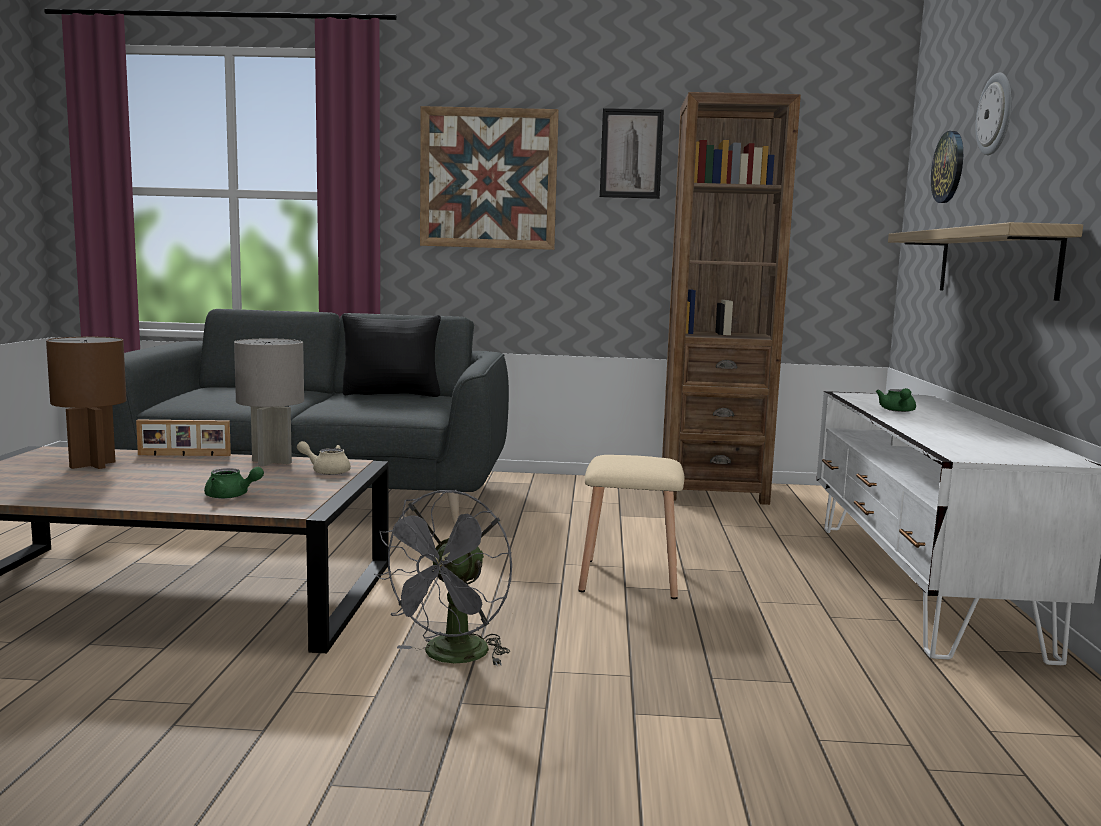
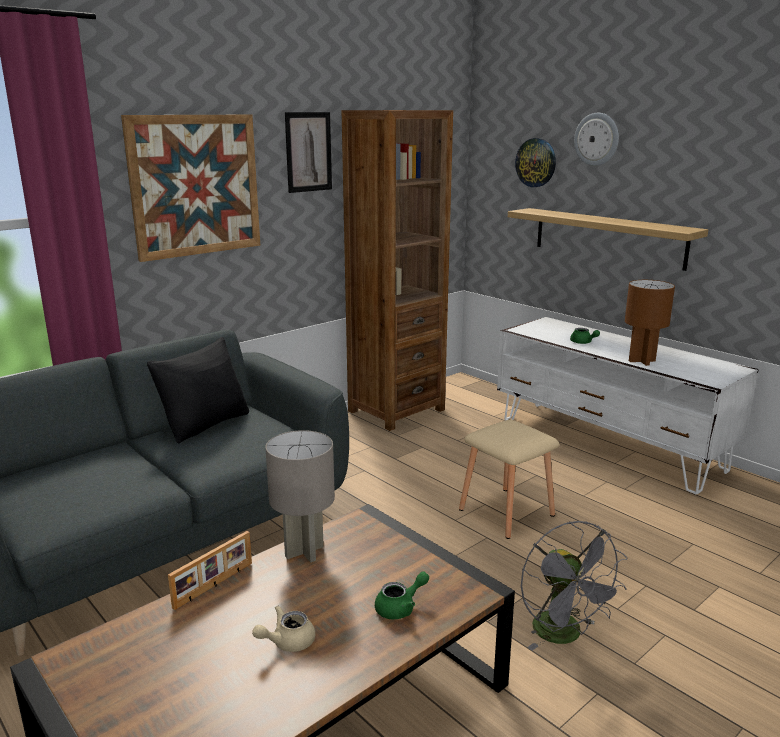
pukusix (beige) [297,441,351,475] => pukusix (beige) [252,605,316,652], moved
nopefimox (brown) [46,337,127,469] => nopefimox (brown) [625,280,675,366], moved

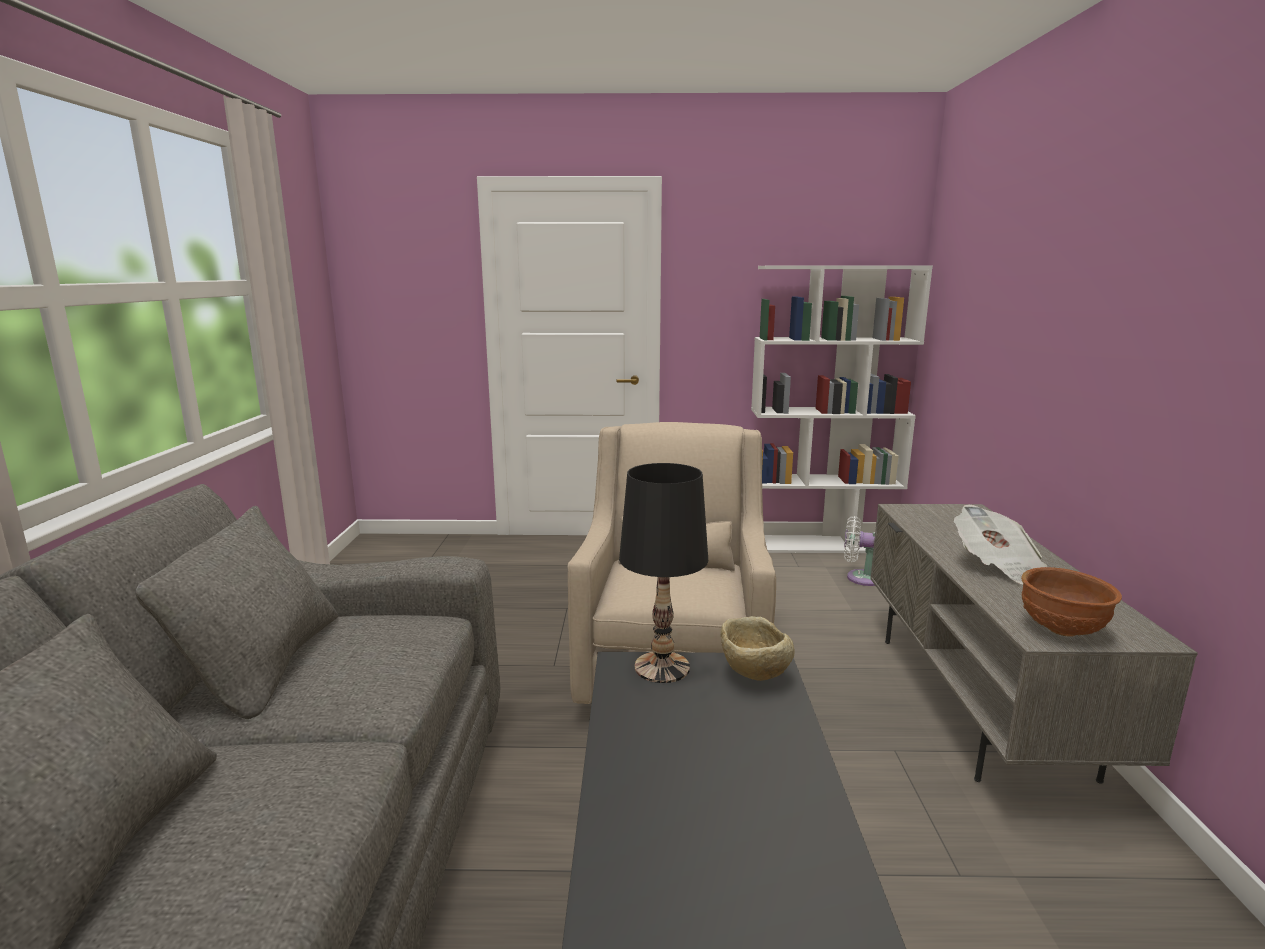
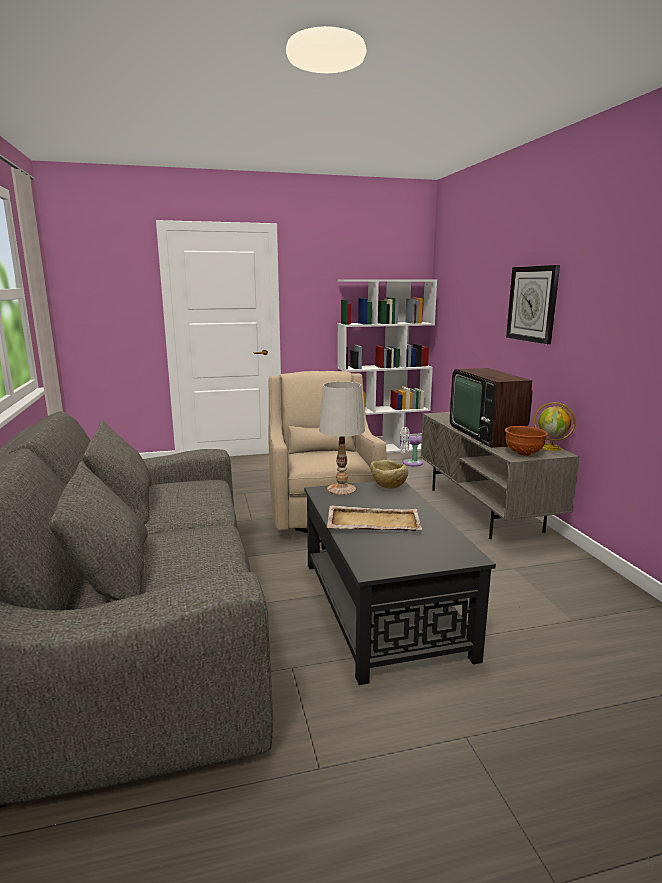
nopefimox (black) [619,463,708,683] => nopefimox (white) [319,382,365,495]
nothing => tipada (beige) [326,505,422,531]
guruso [954,505,1048,584] => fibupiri [450,368,533,448]
nothing => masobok [506,265,560,344]
nothing => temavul [534,402,576,451]

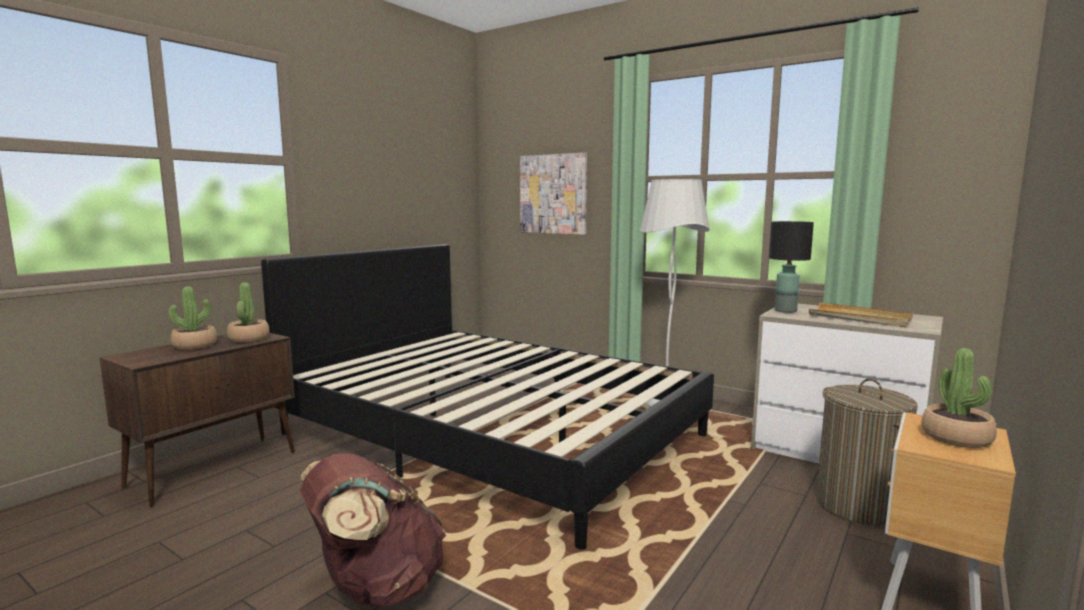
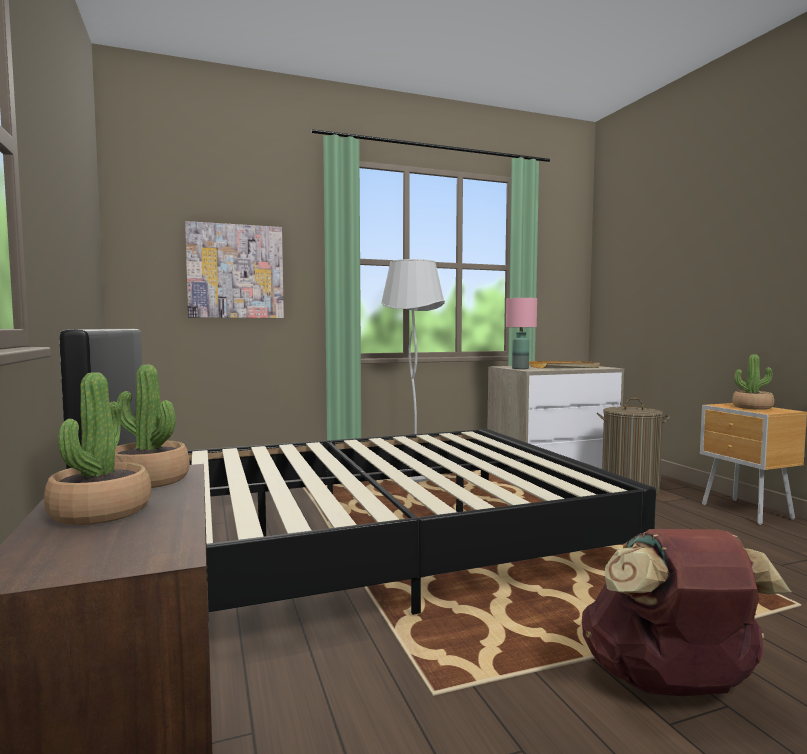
nopefimox (black) [769,221,814,313] => nopefimox (pink) [506,298,537,369]

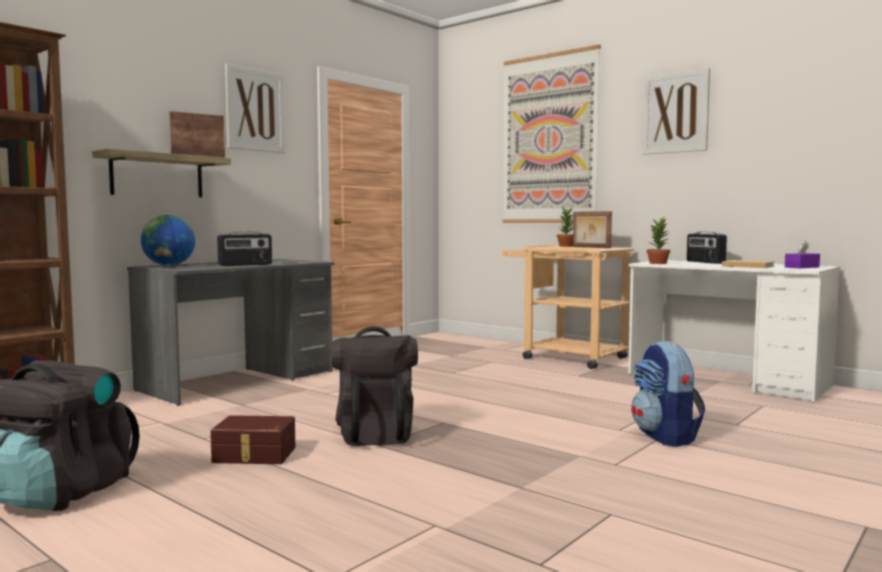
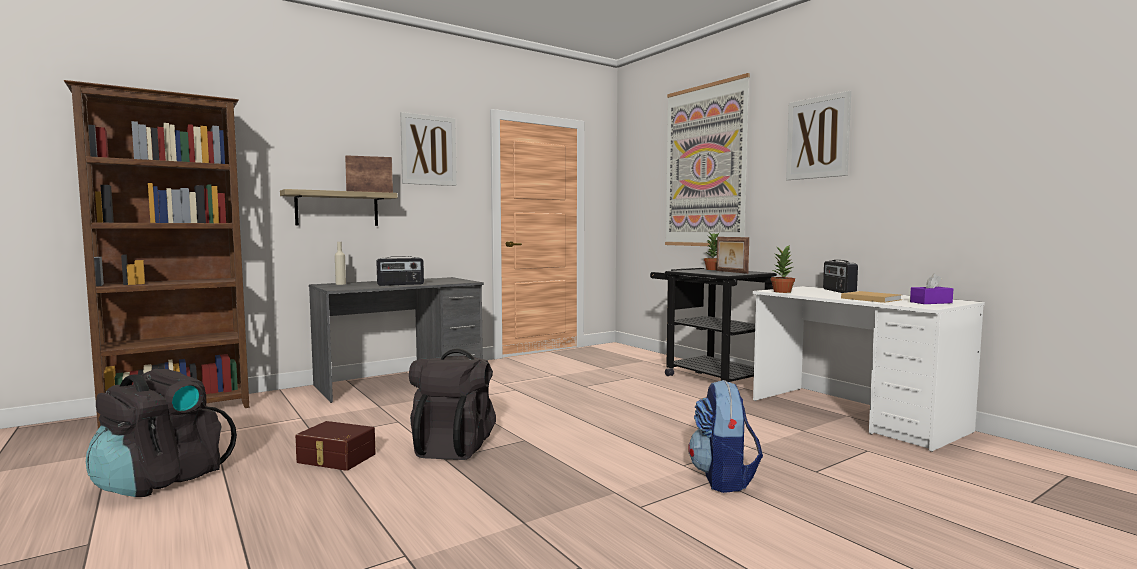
temavul [141,215,195,266] => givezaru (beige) [335,242,346,285]
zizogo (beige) [502,245,634,369] => zizogo (black) [650,268,777,382]

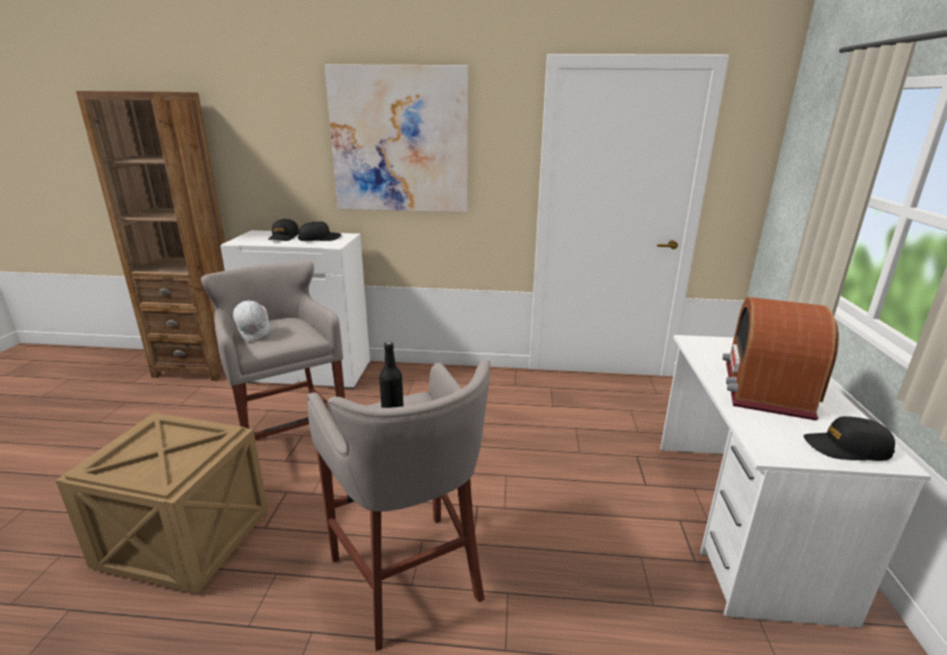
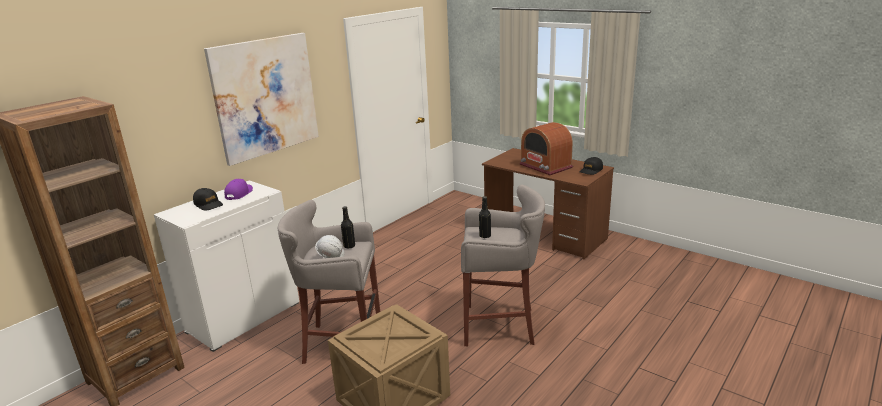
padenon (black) [298,221,341,241] => padenon (purple) [224,179,253,200]
nothing => givezaru (black) [341,206,355,248]
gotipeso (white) [660,335,931,628] => gotipeso (brown) [482,148,614,259]

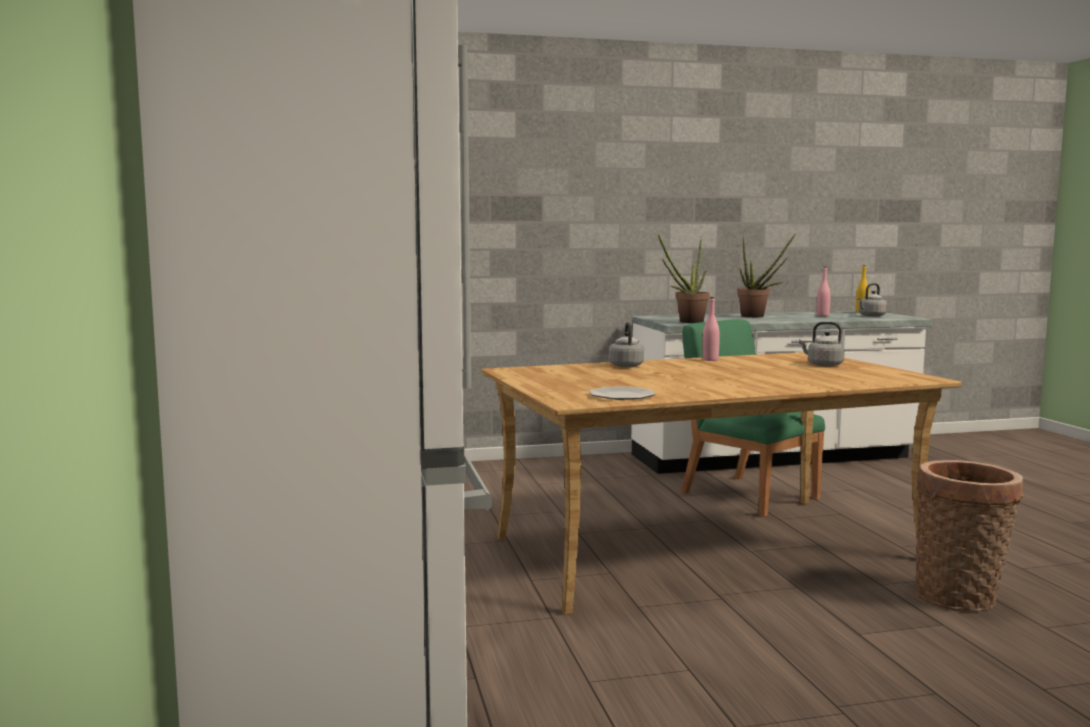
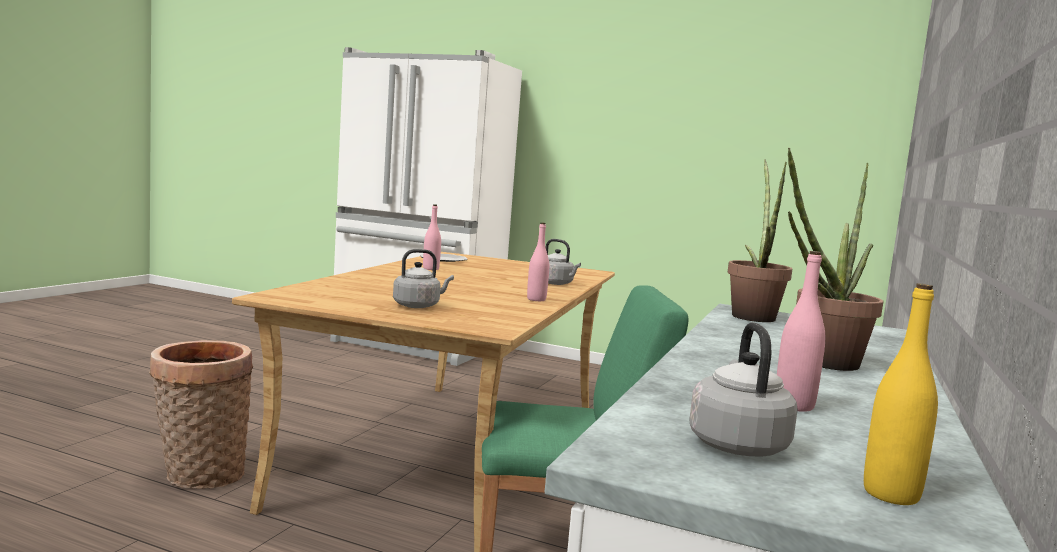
nothing => givezaru (pink) [423,204,441,270]

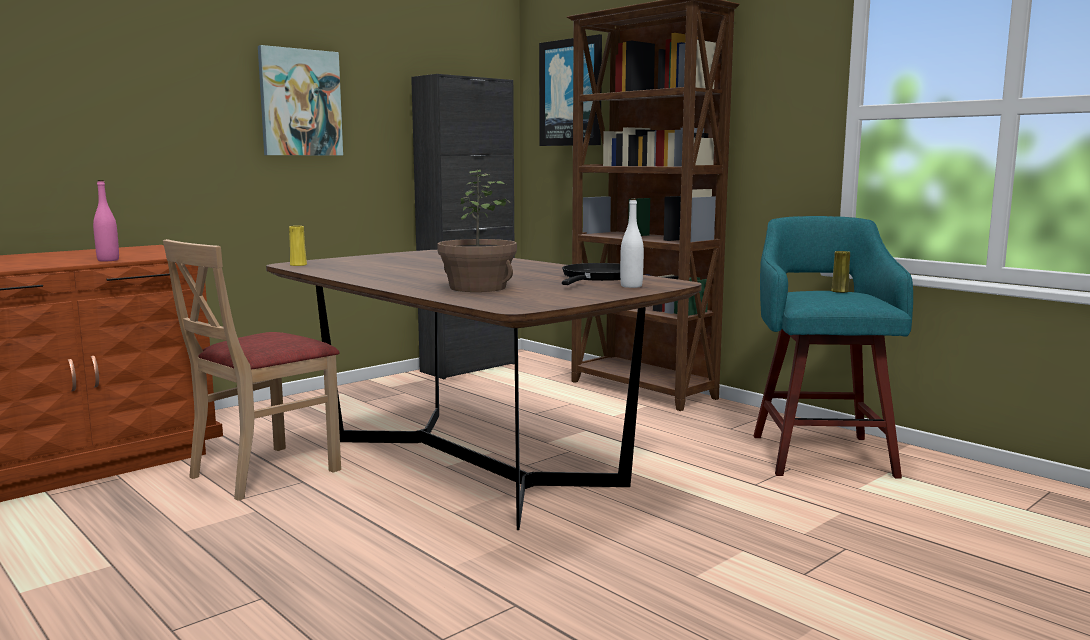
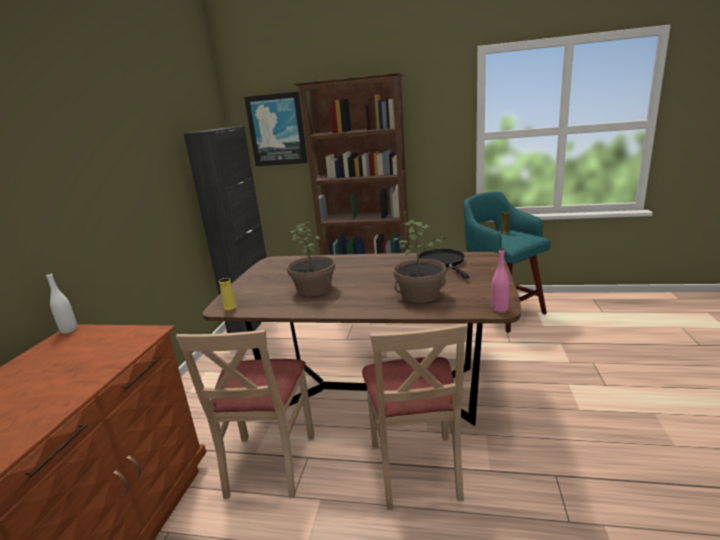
givezaru (white) [620,198,644,288] => givezaru (white) [46,272,77,334], moved
nothing => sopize [287,222,335,297]
nothing => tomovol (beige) [362,323,468,510]
givezaru (pink) [93,180,119,261] => givezaru (pink) [491,248,510,313], moved
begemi [258,45,343,155] => nothing

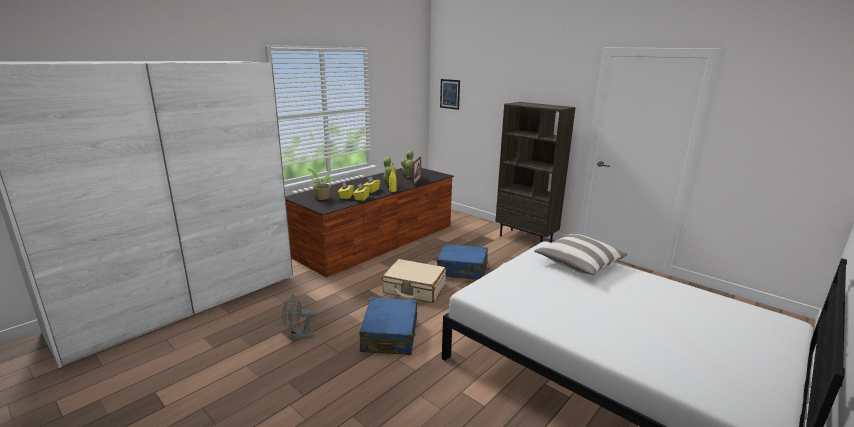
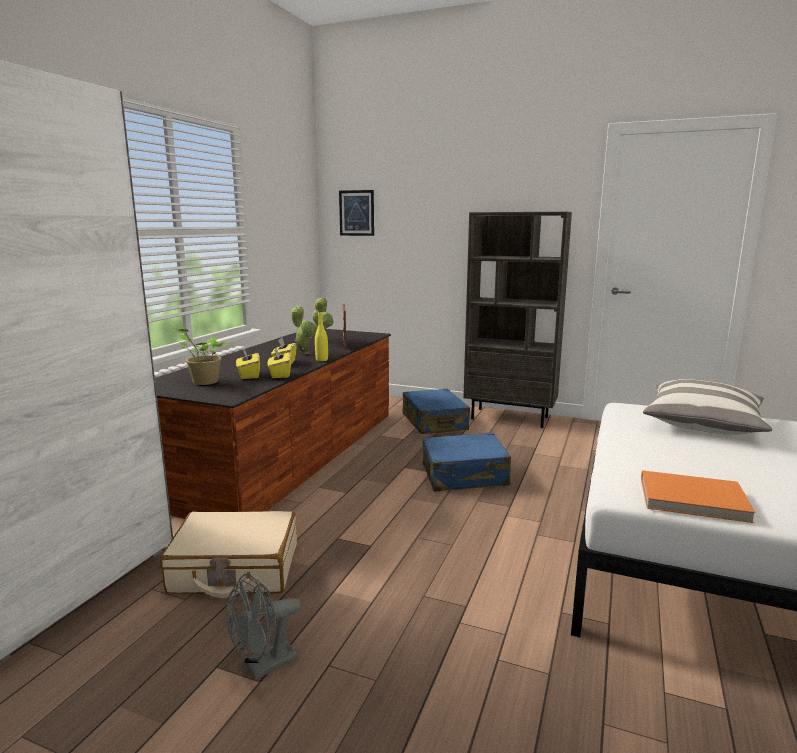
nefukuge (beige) [382,259,446,303] => nefukuge (beige) [160,511,297,598], moved
nefukuge (blue) [360,297,417,355] => nefukuge (blue) [402,389,470,434], moved
nothing => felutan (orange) [641,470,756,523]

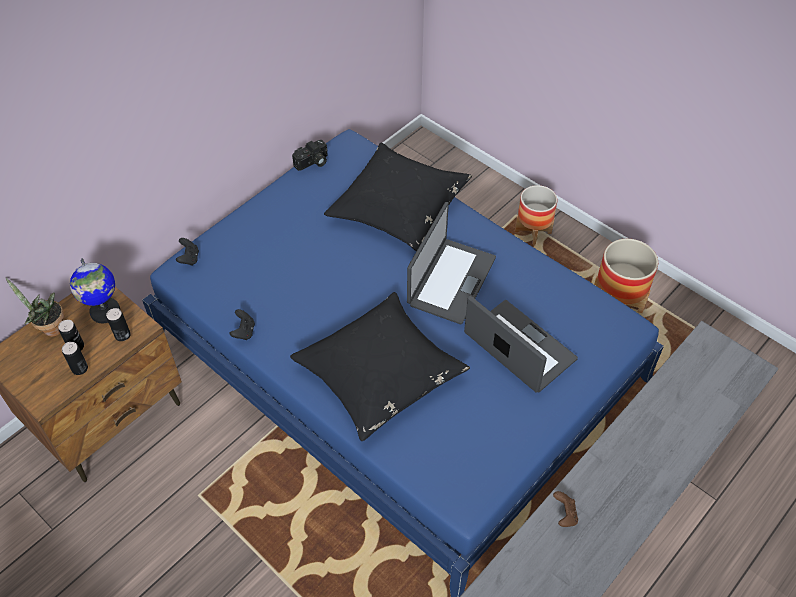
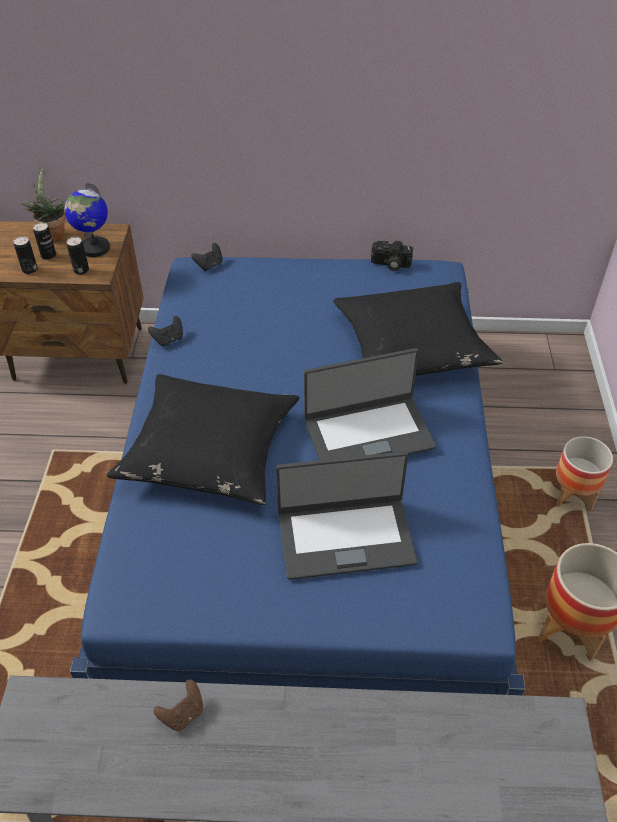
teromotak [464,296,578,393] => teromotak [276,451,418,580], 75 degrees clockwise

